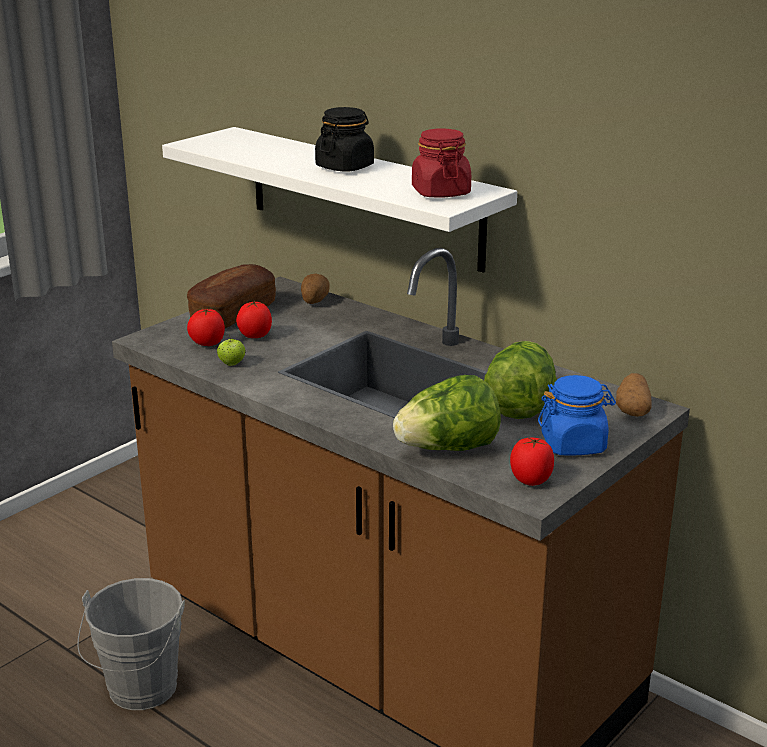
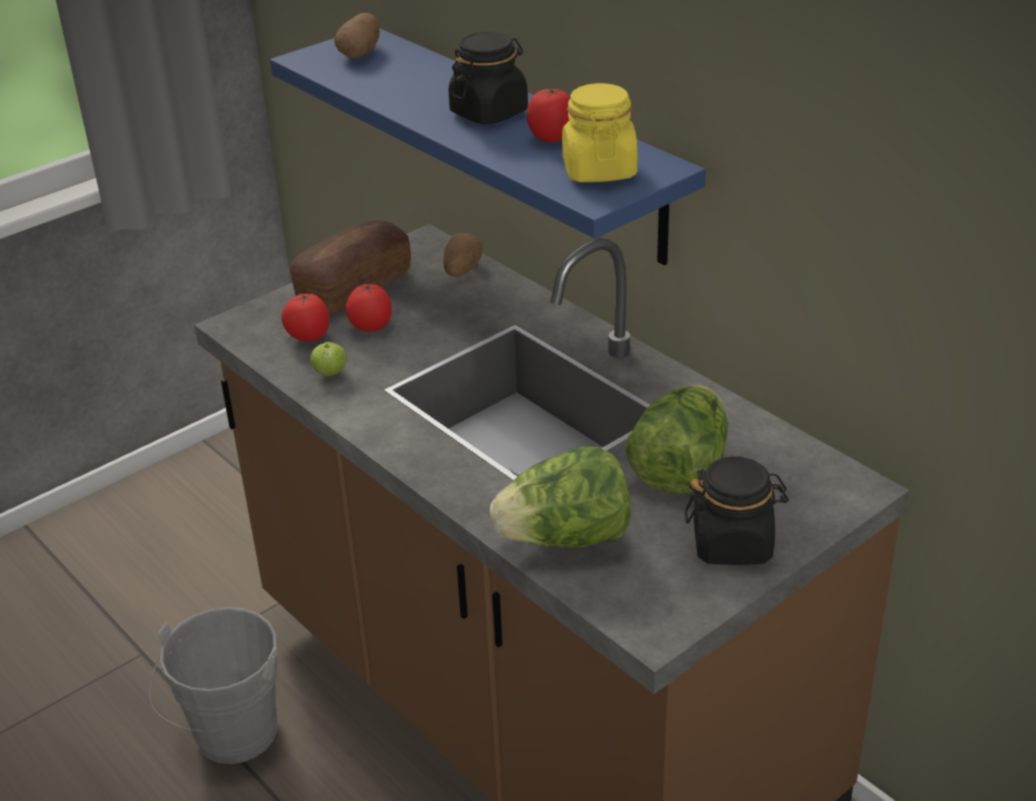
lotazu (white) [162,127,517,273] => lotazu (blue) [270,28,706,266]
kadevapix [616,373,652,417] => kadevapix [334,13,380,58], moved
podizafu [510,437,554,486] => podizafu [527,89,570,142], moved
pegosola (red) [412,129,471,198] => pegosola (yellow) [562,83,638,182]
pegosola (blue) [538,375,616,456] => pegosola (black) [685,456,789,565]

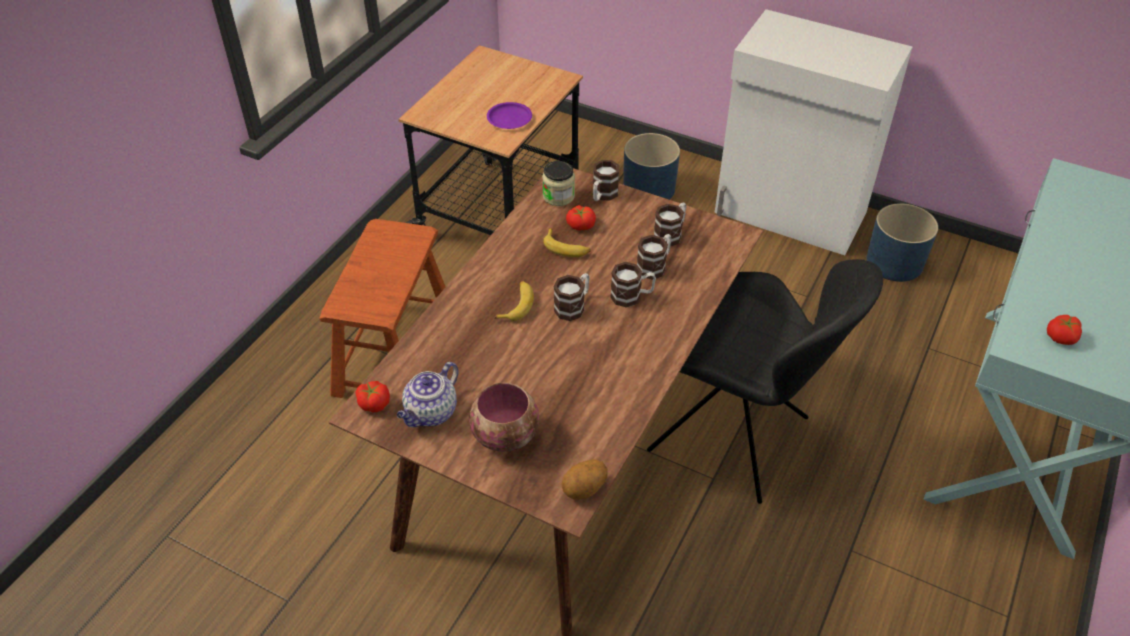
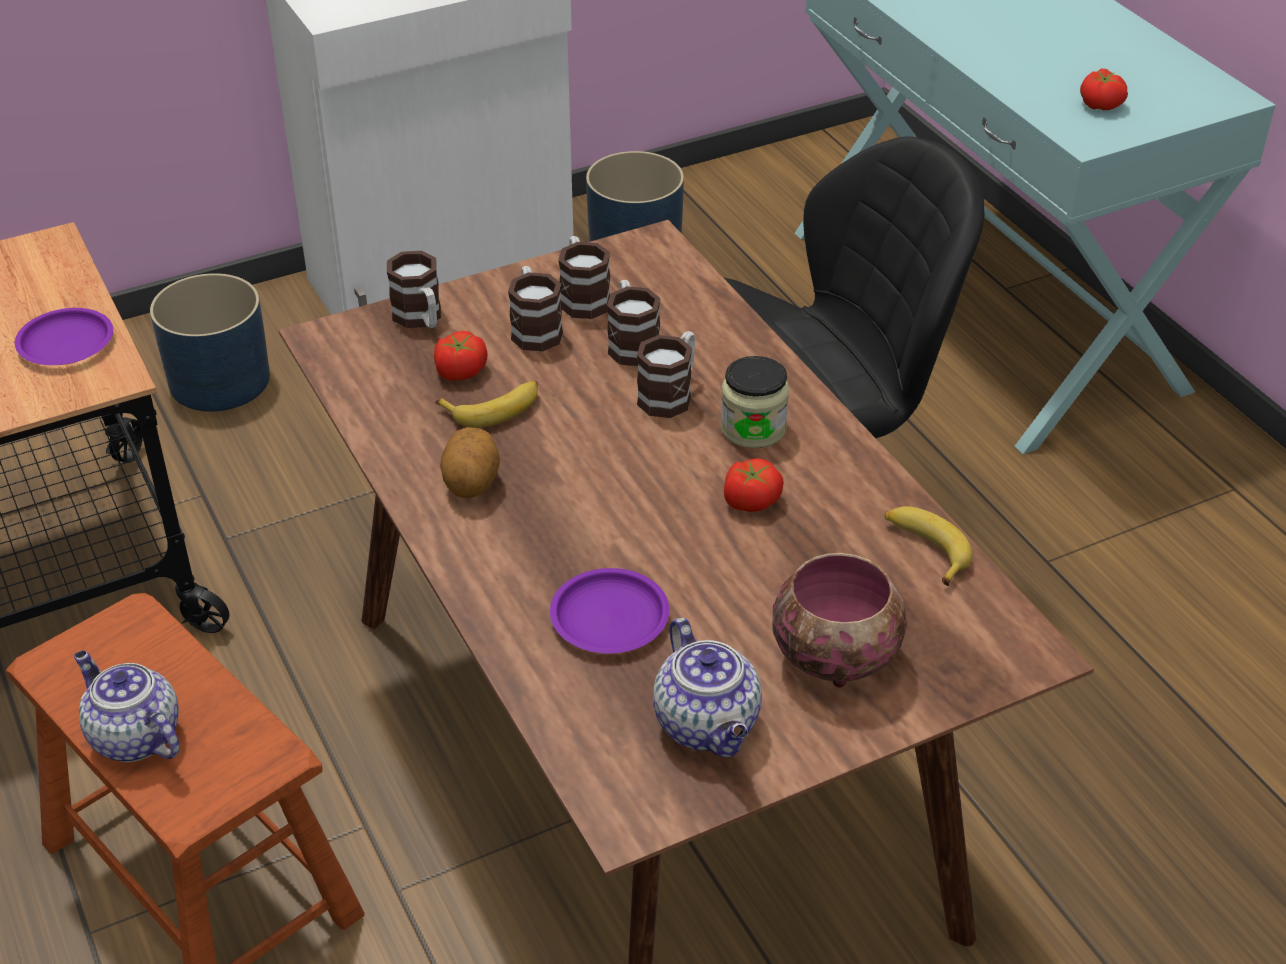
nothing => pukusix [74,651,180,762]
kadevapix [561,459,608,500] => kadevapix [440,427,500,498], moved
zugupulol [554,273,589,321] => zugupulol [508,266,563,352], moved
nothing => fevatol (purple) [550,568,669,653]
pegosola [542,161,575,206] => pegosola [720,356,789,448], moved
podizafu [355,381,390,412] => podizafu [724,458,784,512], moved
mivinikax [494,281,534,321] => mivinikax [885,506,973,586], moved

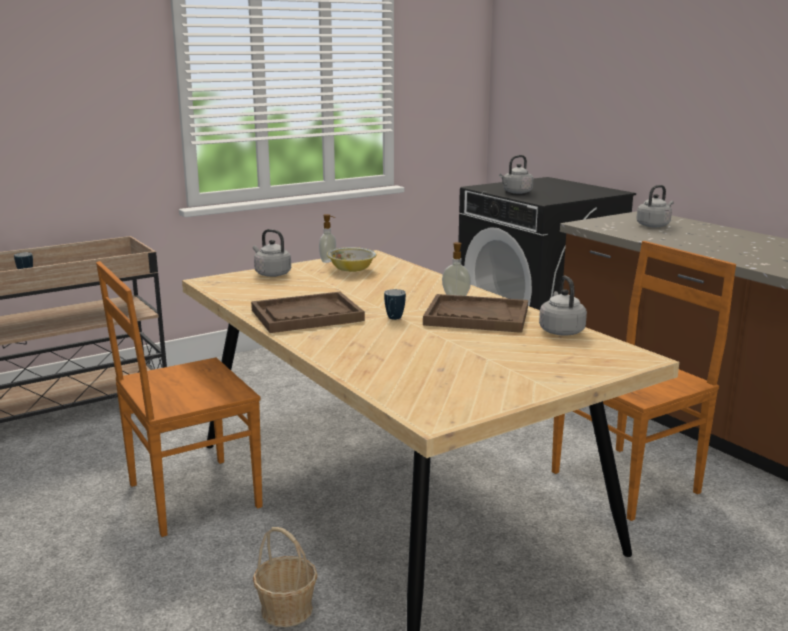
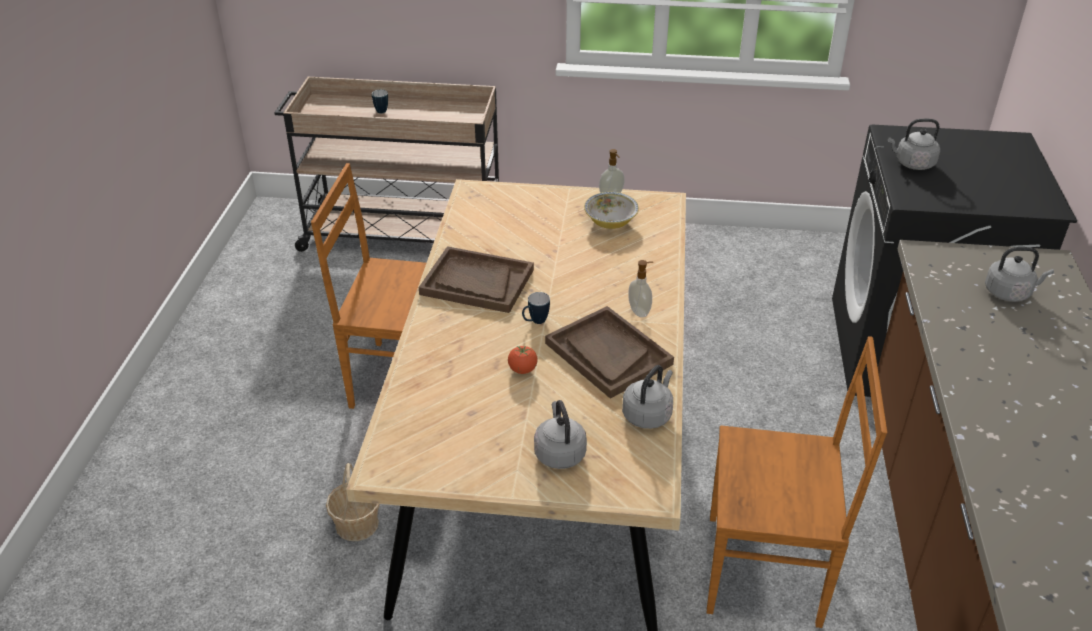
nothing => podizafu [508,346,538,374]
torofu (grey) [253,229,291,277] => torofu (grey) [534,400,587,469], moved

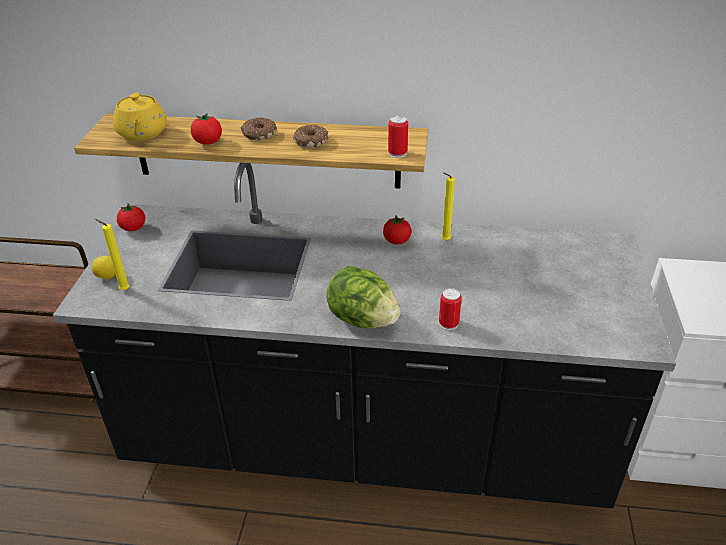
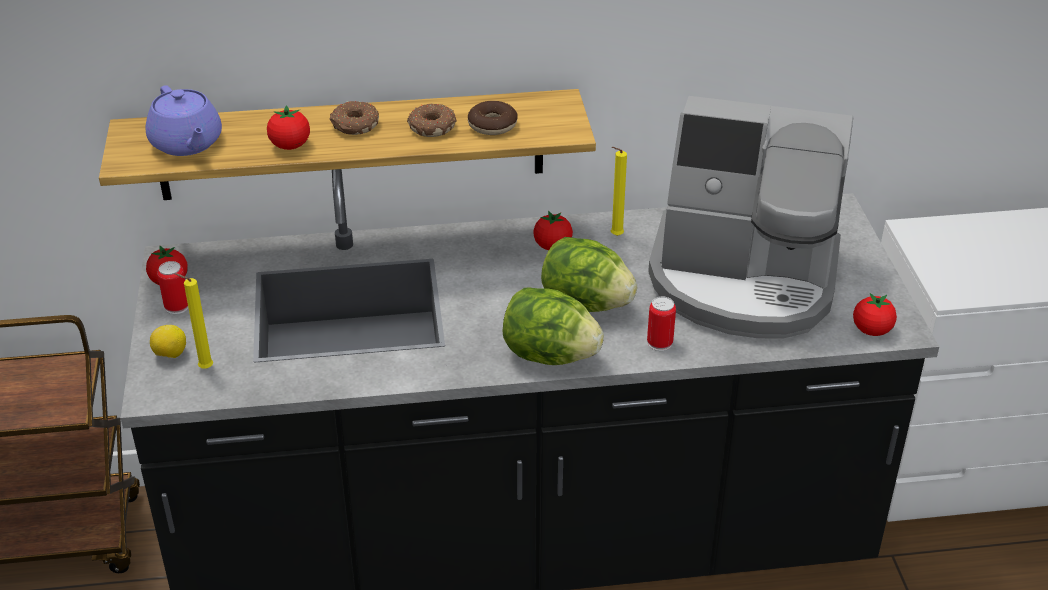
pukusix (yellow) [113,92,167,141] => pukusix (purple) [145,85,222,156]
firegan [388,115,408,158] => firegan [157,261,188,314], moved
nothing => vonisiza [468,101,518,135]
nothing => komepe [541,237,637,312]
nothing => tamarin [648,96,853,339]
nothing => podizafu [853,293,897,336]

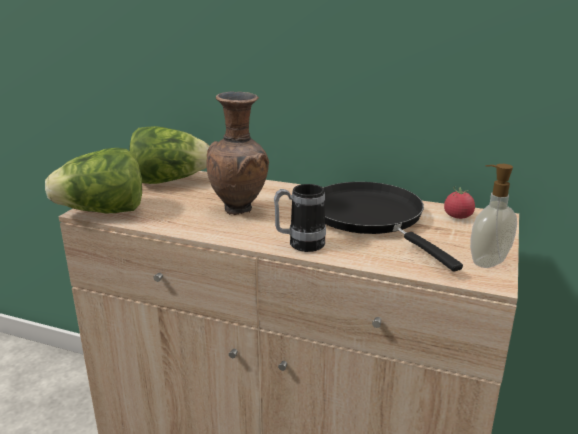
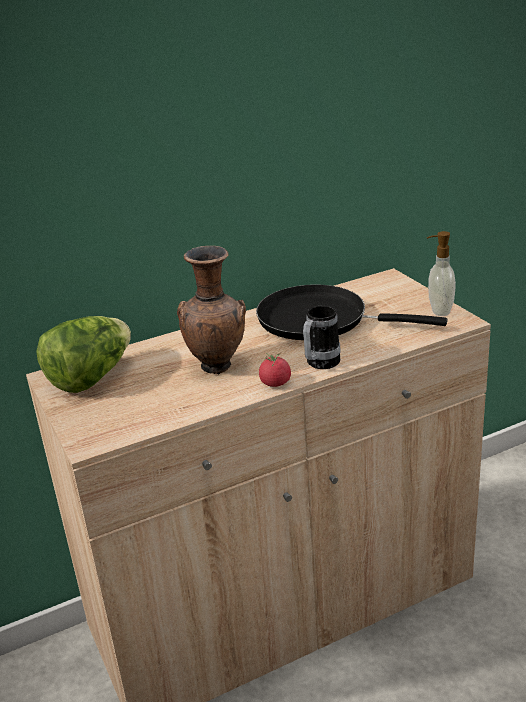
podizafu [444,187,475,219] => podizafu [259,353,291,387], moved
komepe [45,148,142,213] => nothing

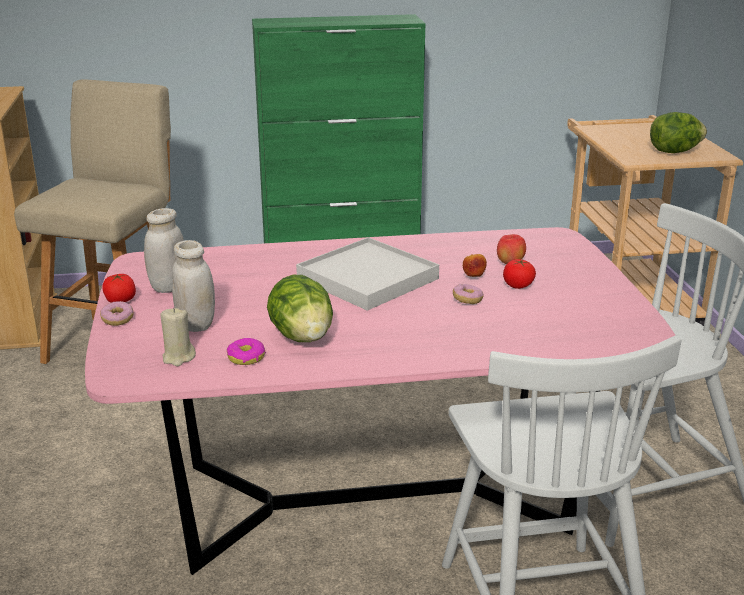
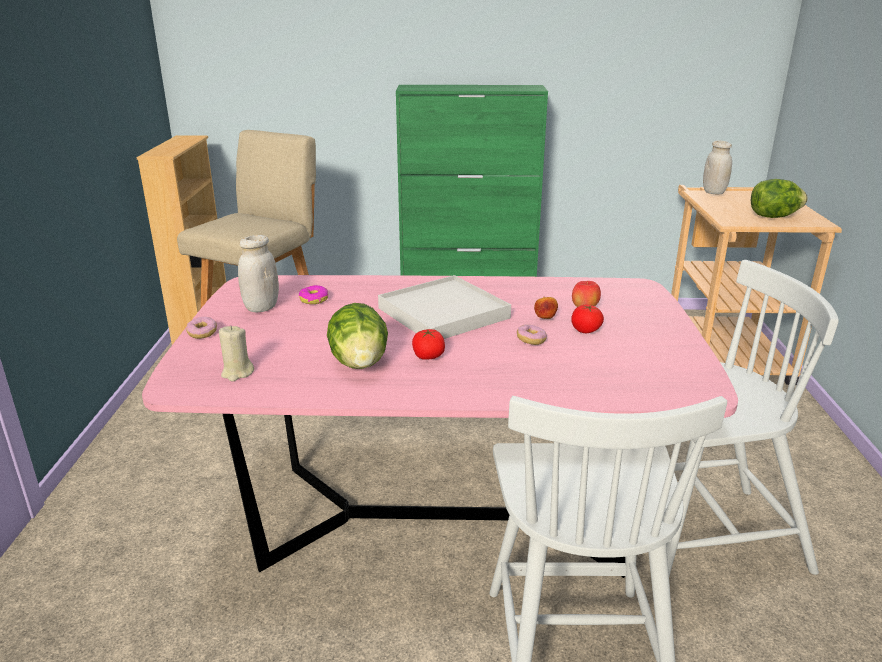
vonisiza [227,338,266,365] => vonisiza [299,285,328,304], moved
podizafu [102,274,136,303] => podizafu [412,329,445,360], moved
pegosola (white) [172,240,215,332] => pegosola (white) [703,141,732,194], moved

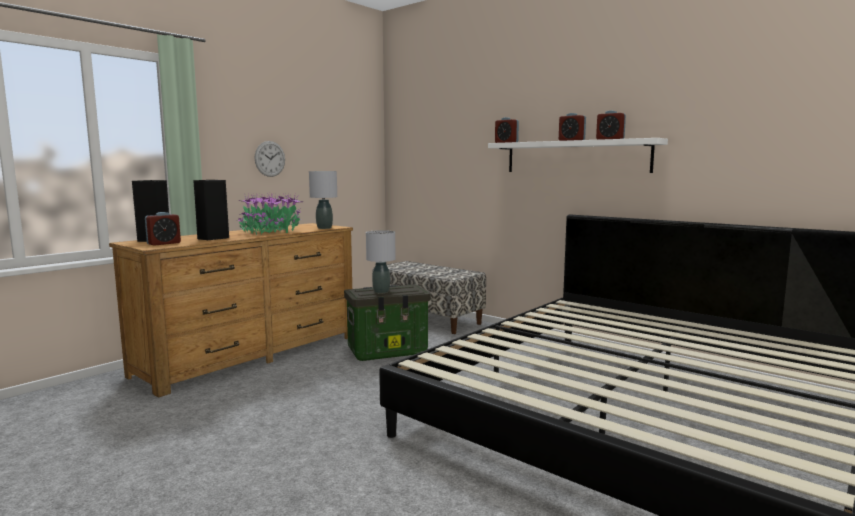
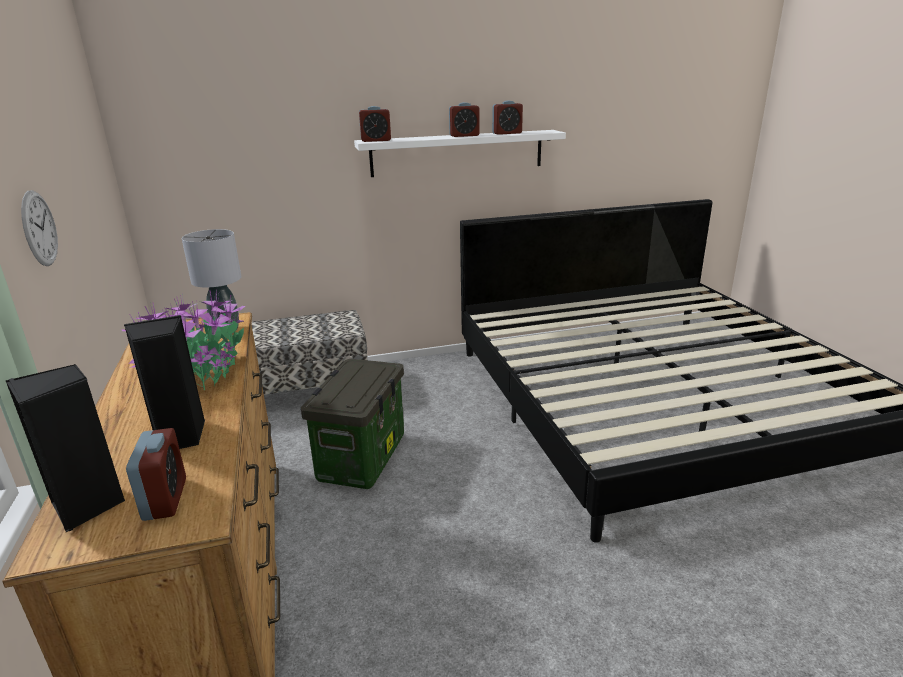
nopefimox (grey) [366,230,395,293] => nothing

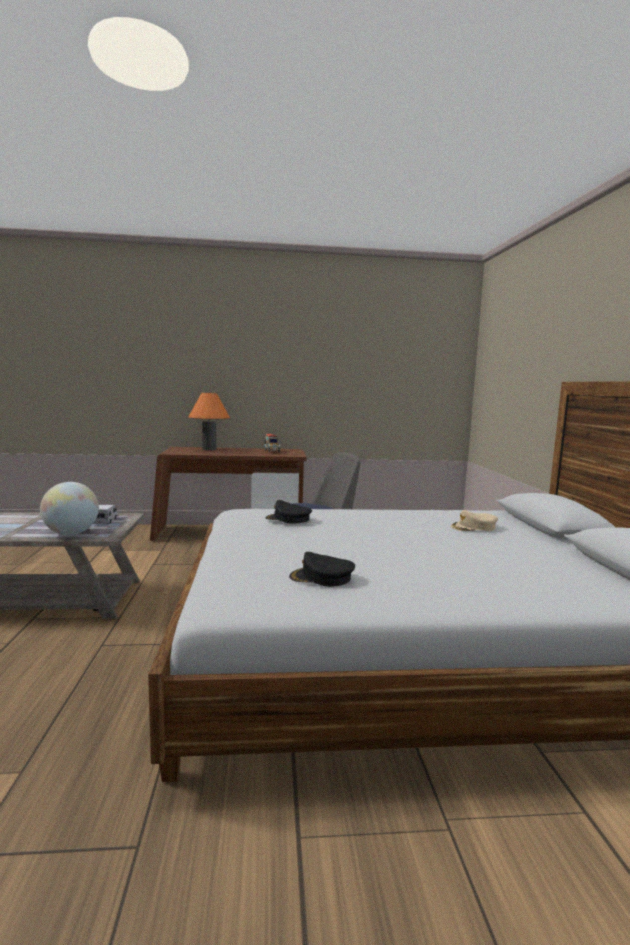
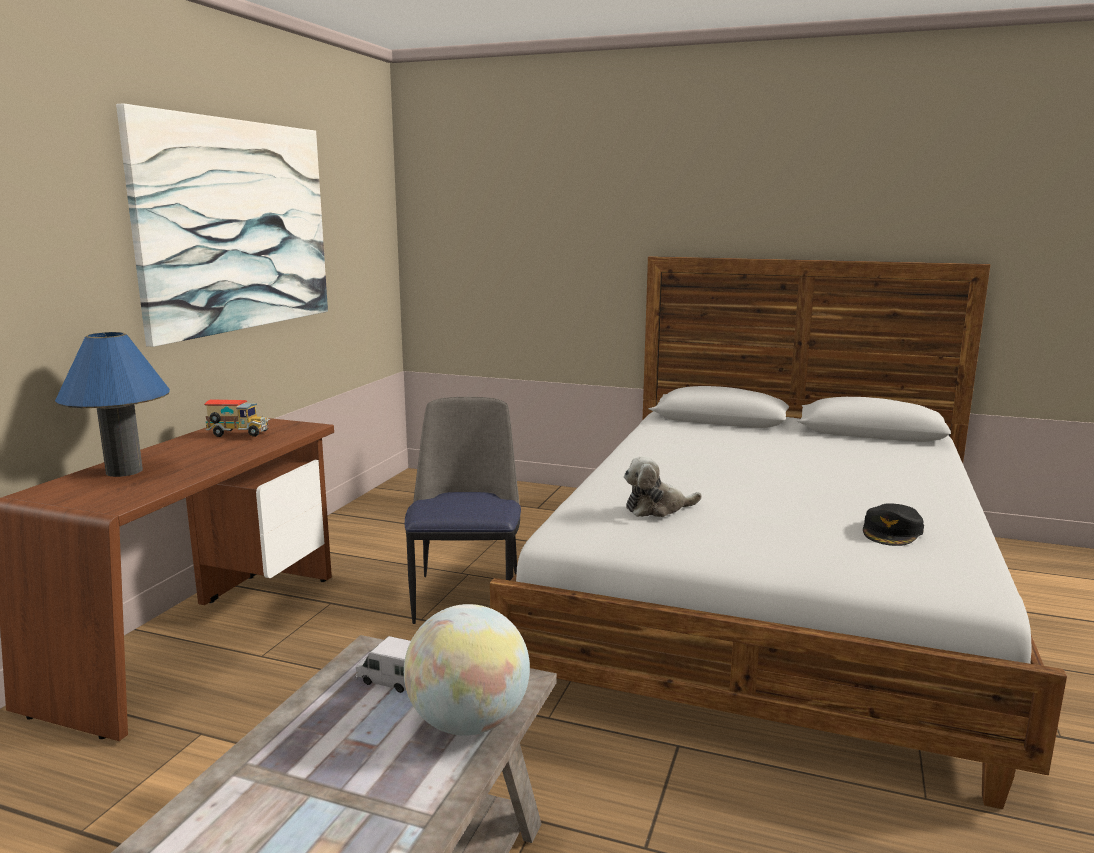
nopefimox (orange) [188,392,230,451] => nopefimox (blue) [55,332,170,477]
nothing => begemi [116,103,328,347]
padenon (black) [266,500,312,523] => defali [624,456,702,517]
padenon (beige) [451,510,498,531] => nothing

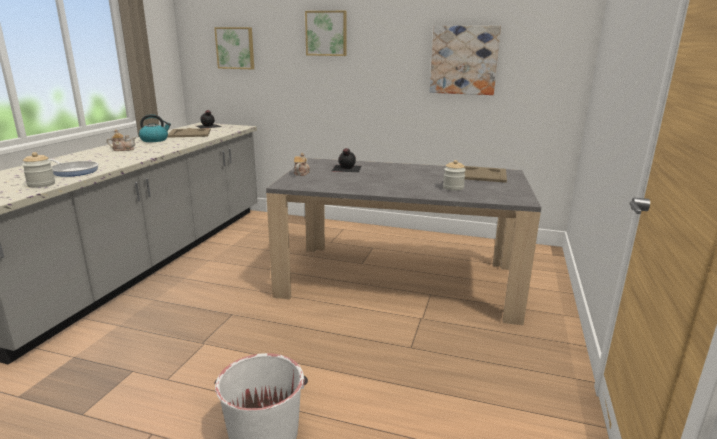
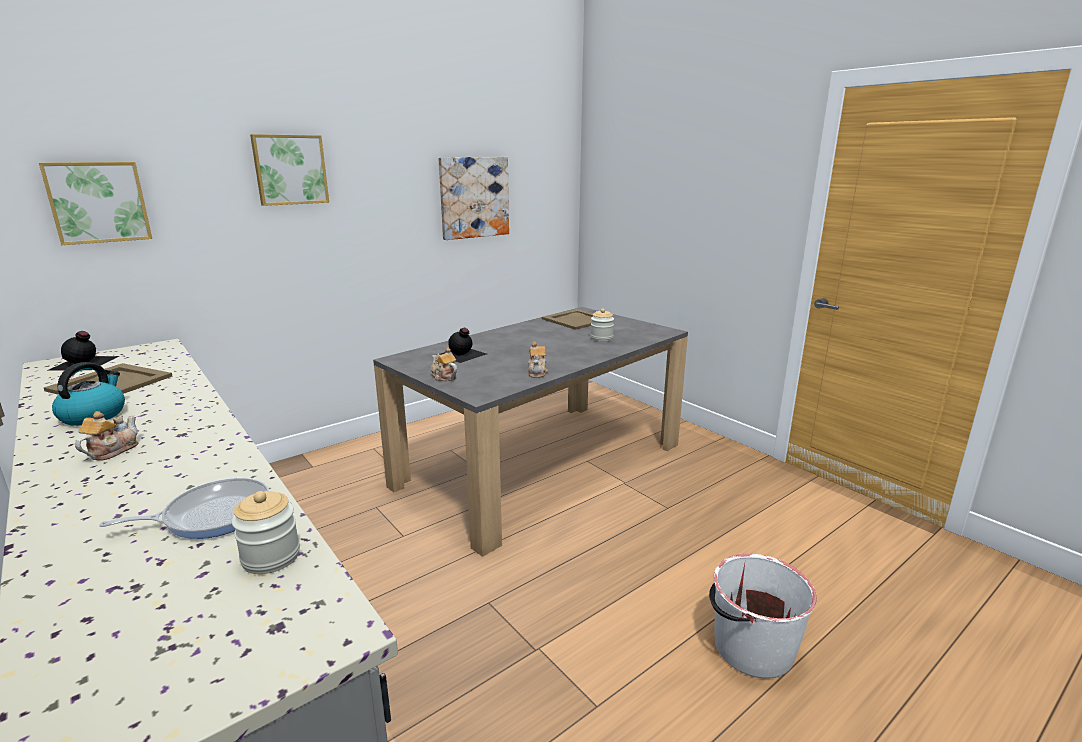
nothing => pukusix [528,342,548,378]

